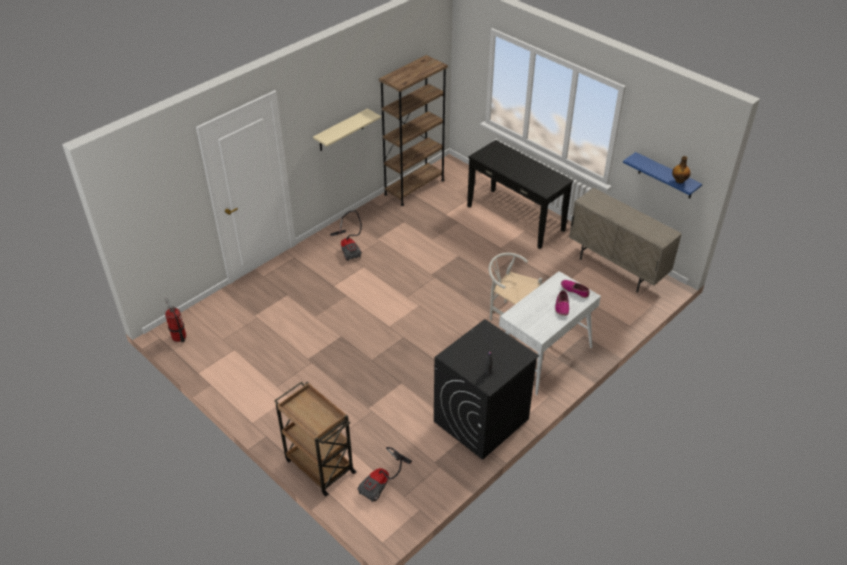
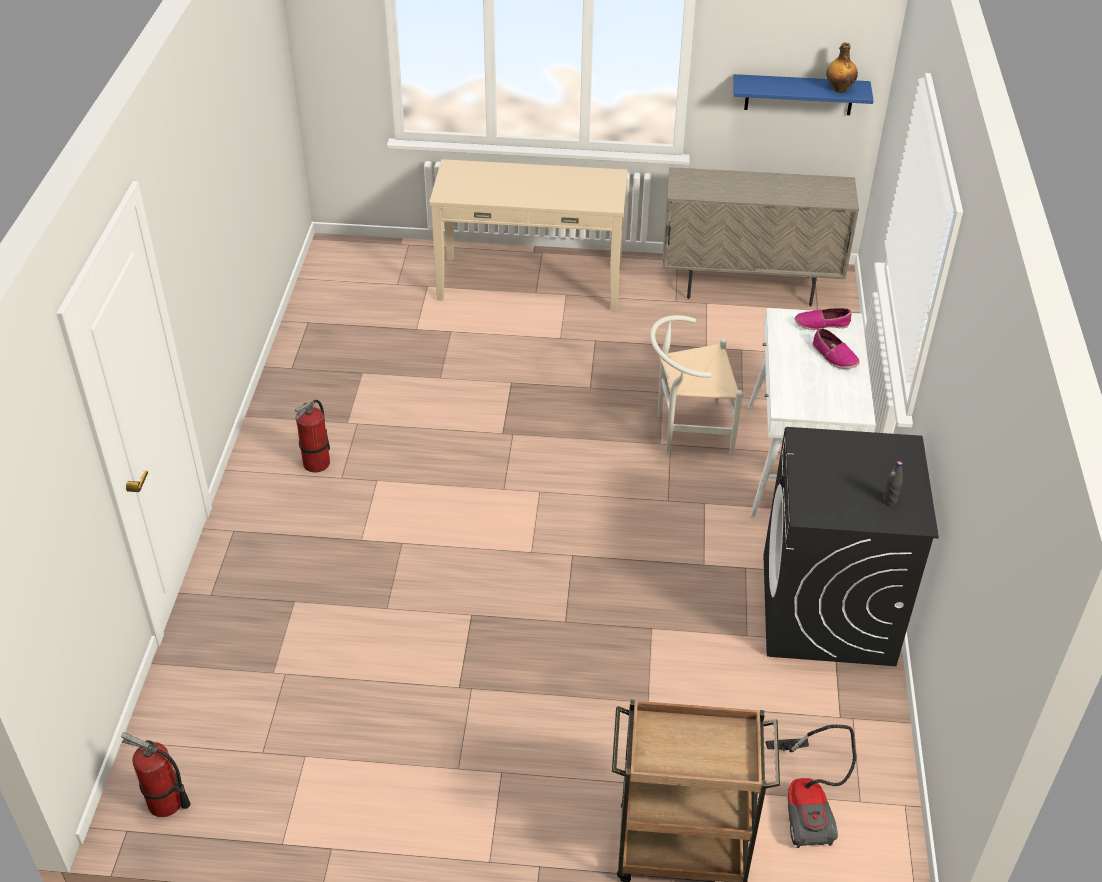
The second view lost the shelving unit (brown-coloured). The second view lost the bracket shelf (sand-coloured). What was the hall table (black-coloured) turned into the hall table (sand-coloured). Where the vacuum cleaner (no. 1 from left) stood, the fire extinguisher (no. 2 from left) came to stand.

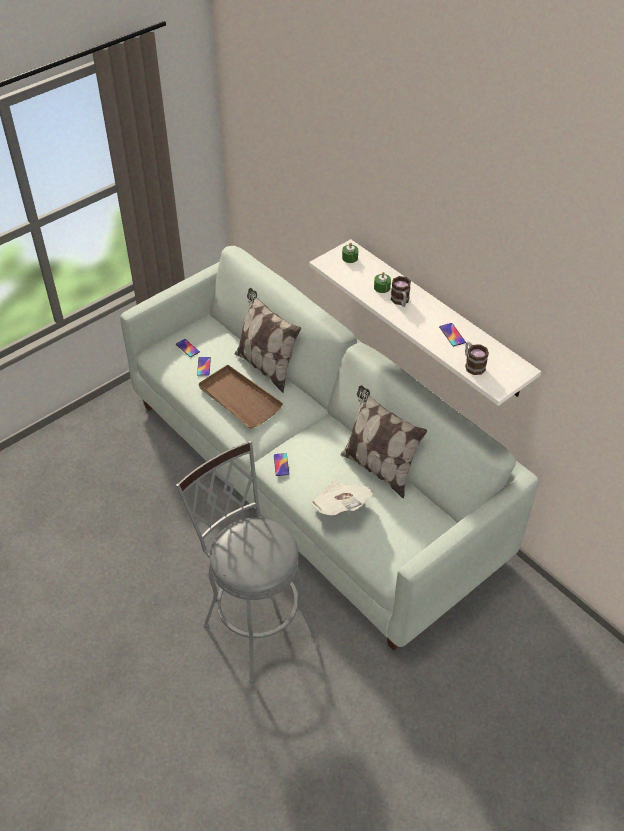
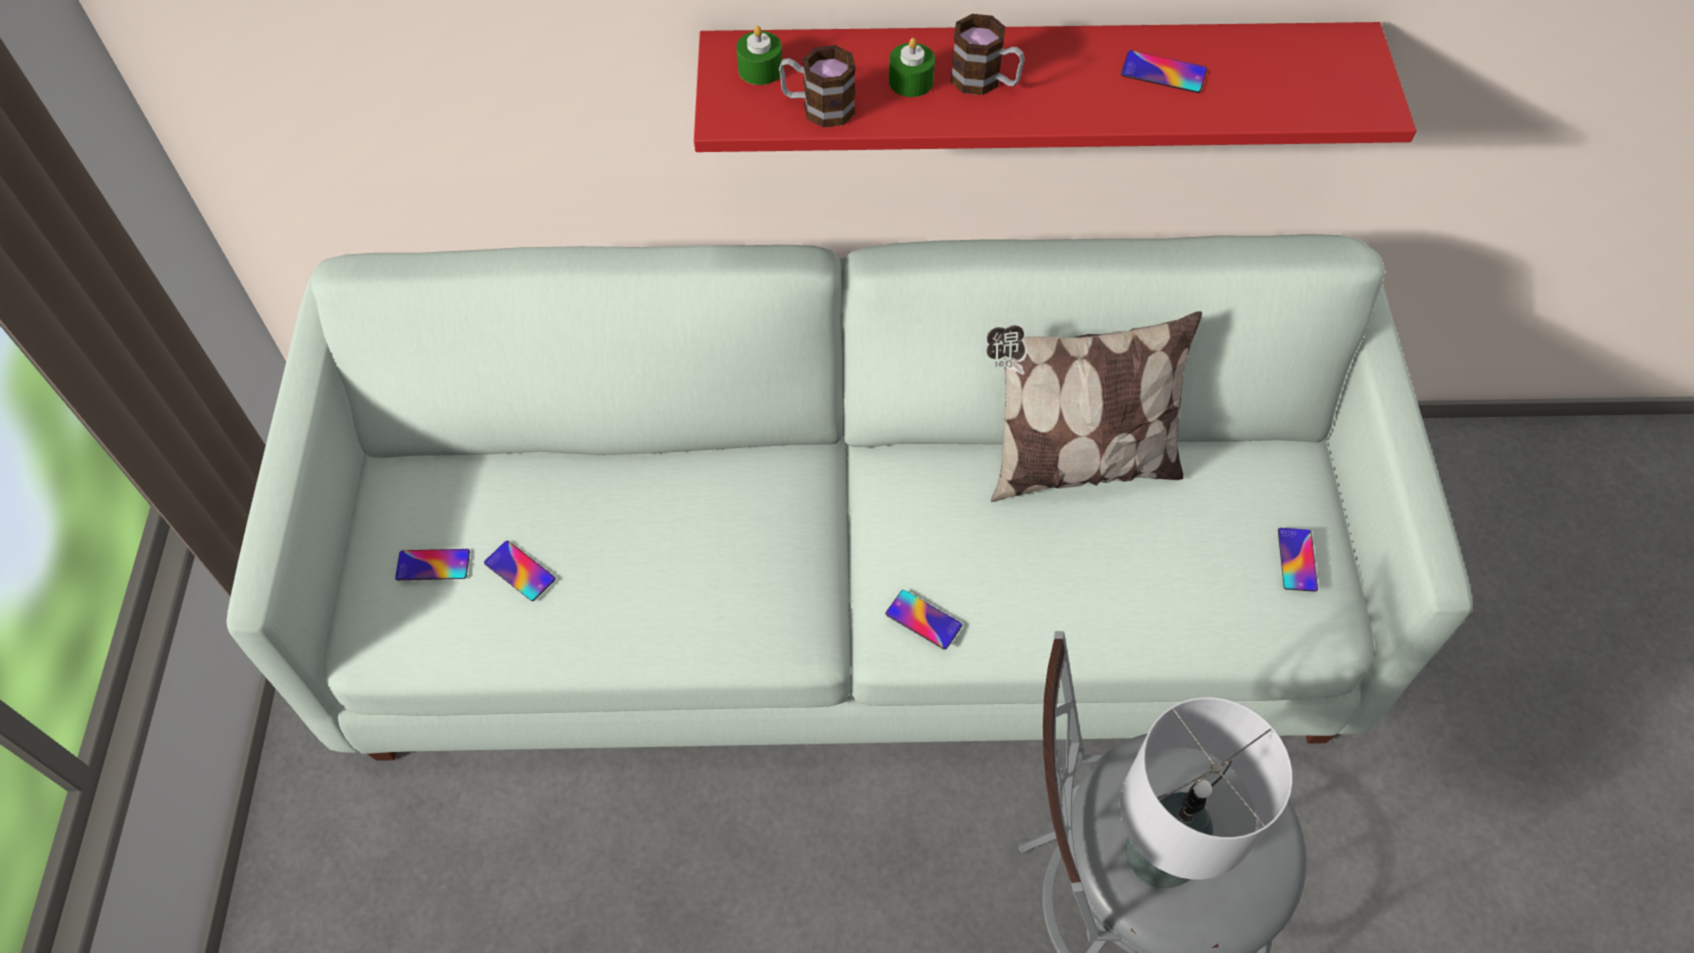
What was the bracket shelf (white) turned into the bracket shelf (reddish). The second view lost the cushion (no. 1 from left). The mug (no. 2 from left in the first image) ended up elsewhere. The second view lost the carrying tray (brown-coloured). The second view lost the newspaper. The second view gained the phone (no. 5 from left). The second view gained the lamp for a table (greyish).

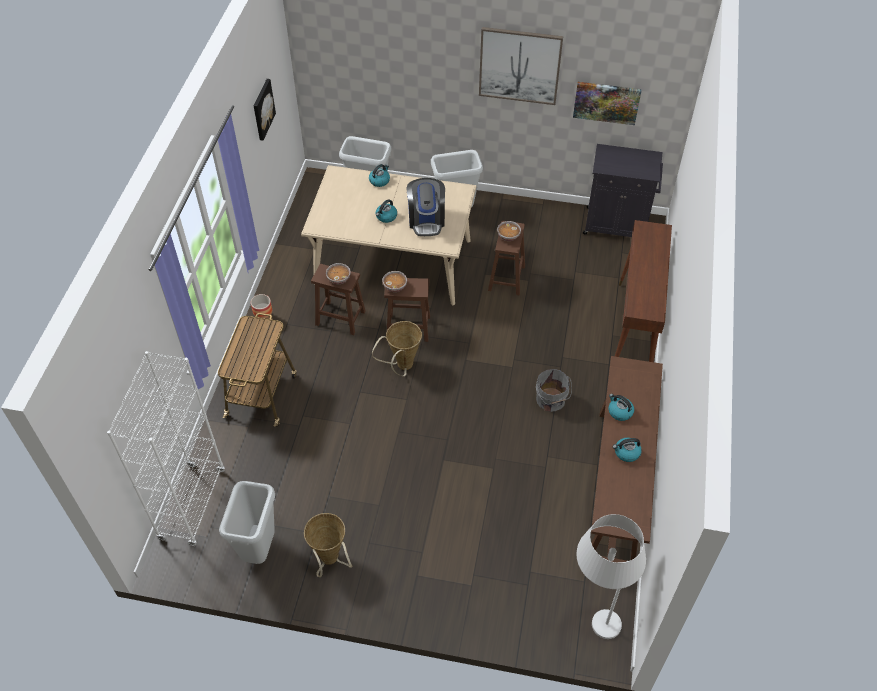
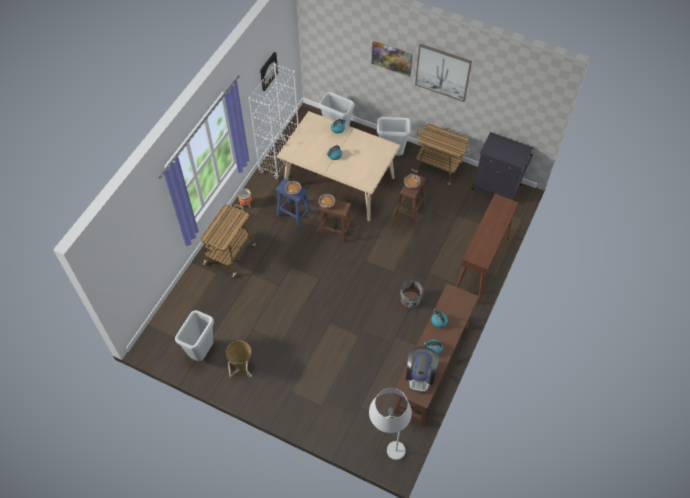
The wall art (no. 3 from left in the first image) ended up elsewhere. The coffee brewer ended up elsewhere. What was the stool (brown-coloured) (no. 1 from left) turned into the stool (blue-coloured). The second view lost the basket (no. 2 from left). The shelving unit (white) ended up elsewhere. The second view gained the trolley (no. 2 from left).

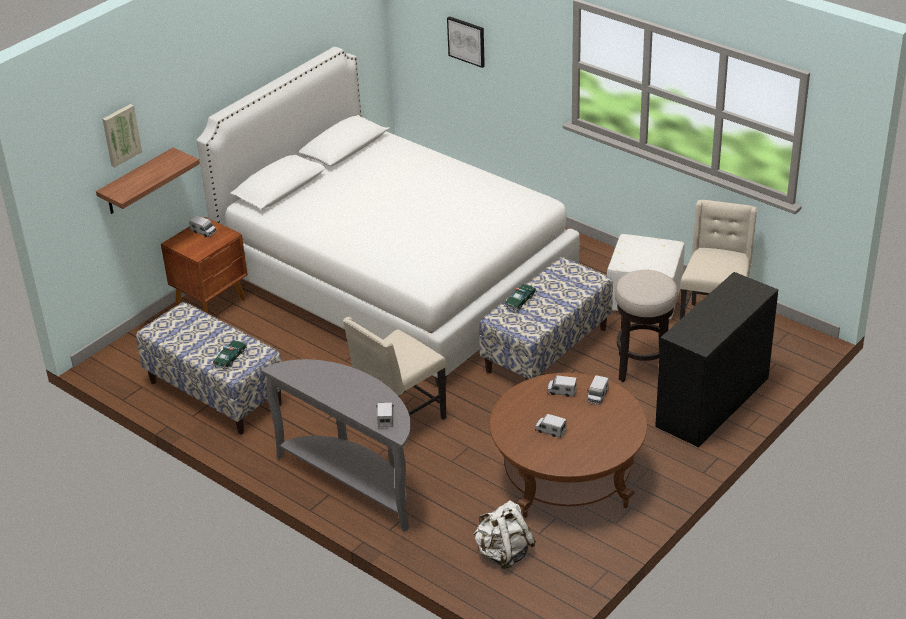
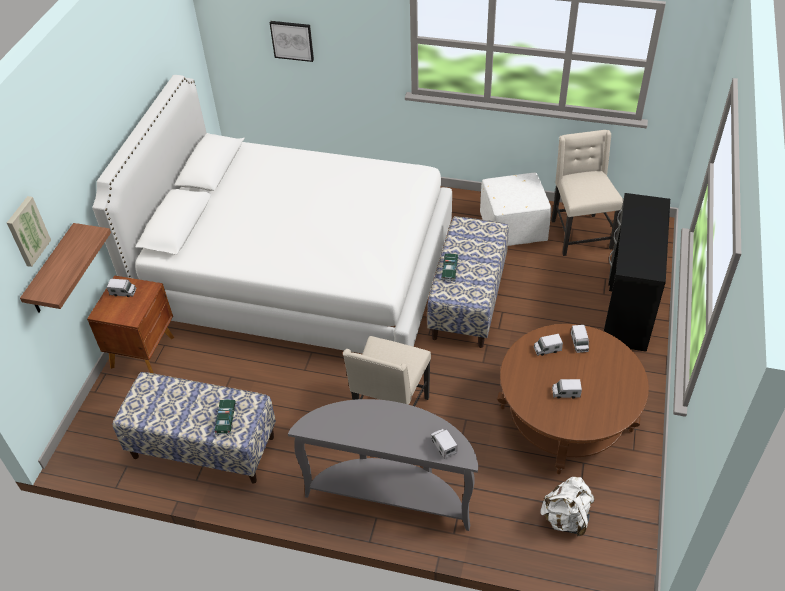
The second view lost the stool.

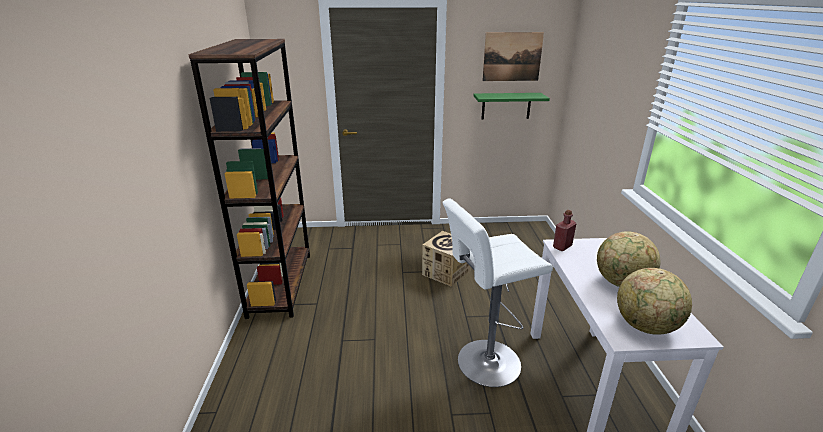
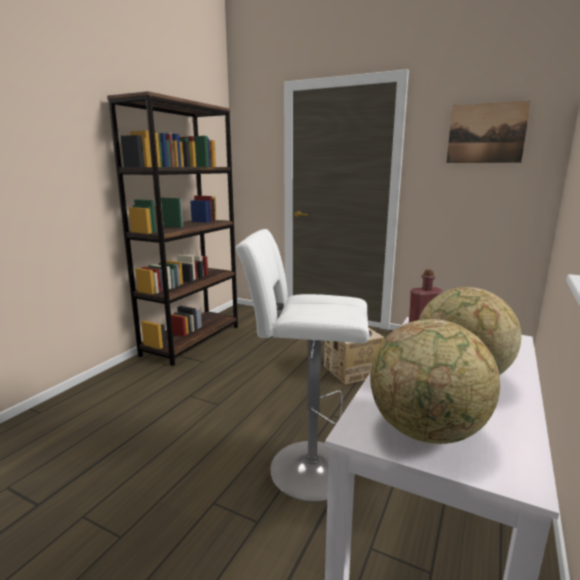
The second view lost the bracket shelf (green).

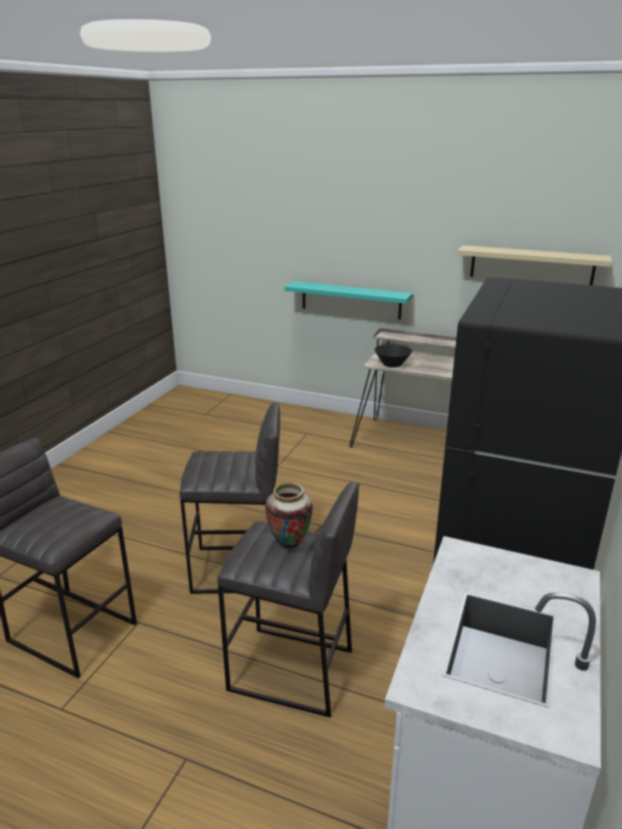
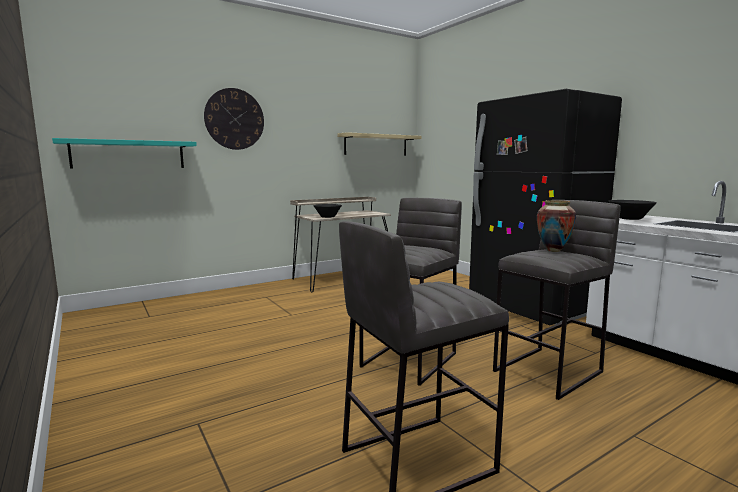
The bracket shelf (turquoise-coloured) ended up elsewhere. The second view gained the hanging clock. The second view gained the bowl (black-coloured) (no. 2 from left).

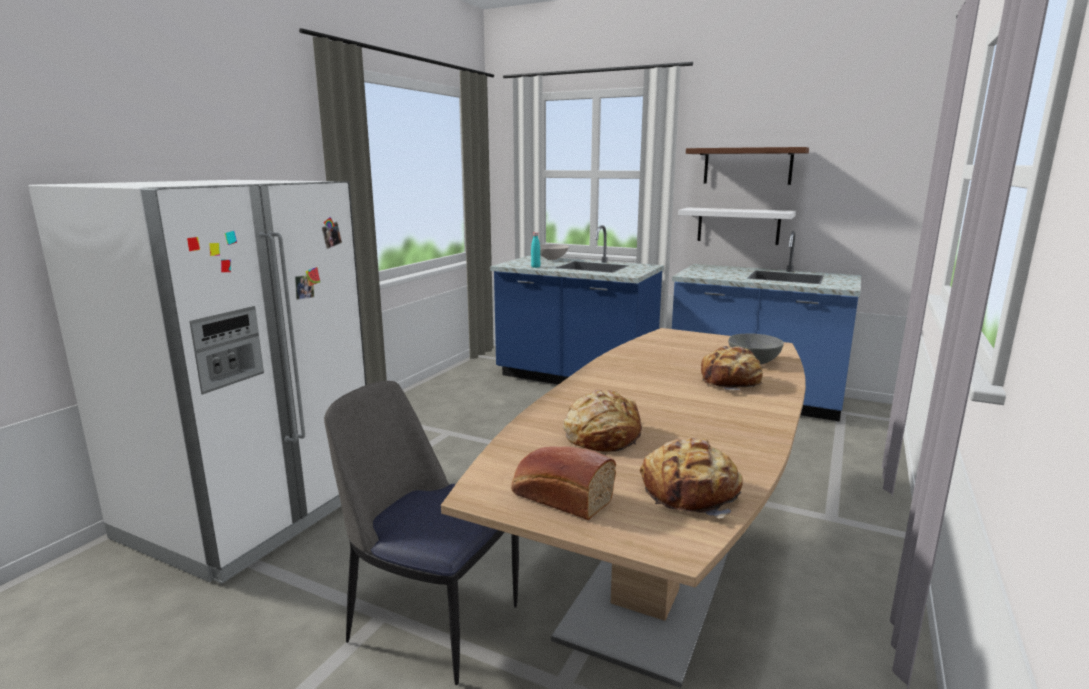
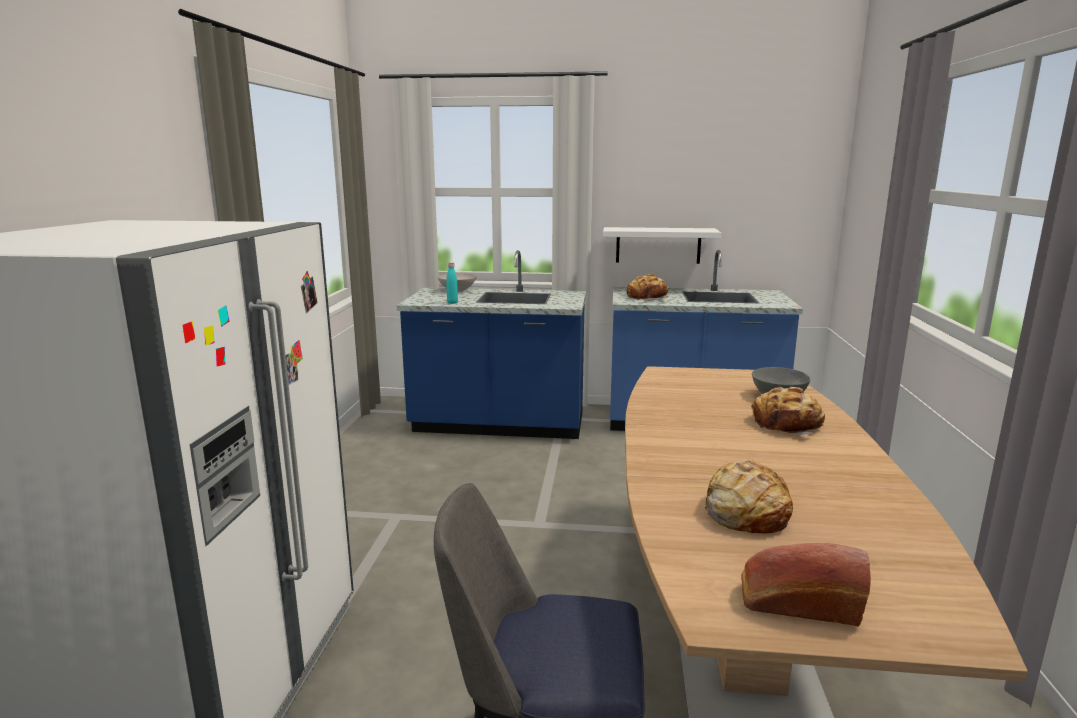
The second view lost the bracket shelf (brown-coloured). The baked bread (no. 3 from left in the first image) ended up elsewhere.

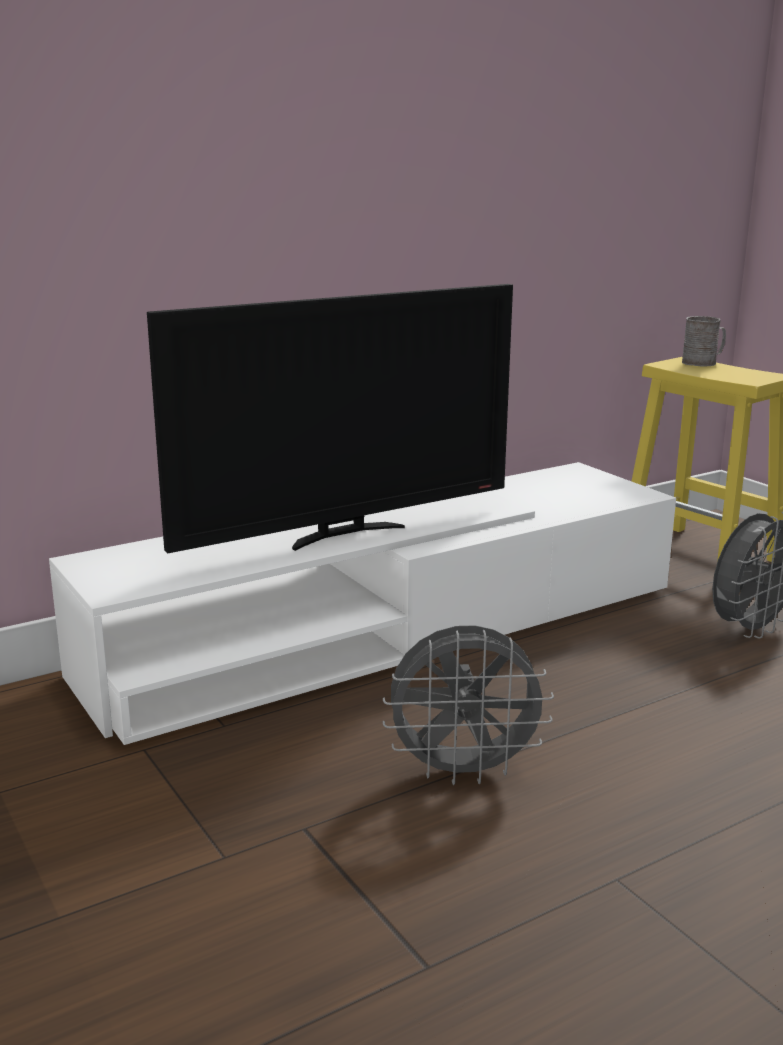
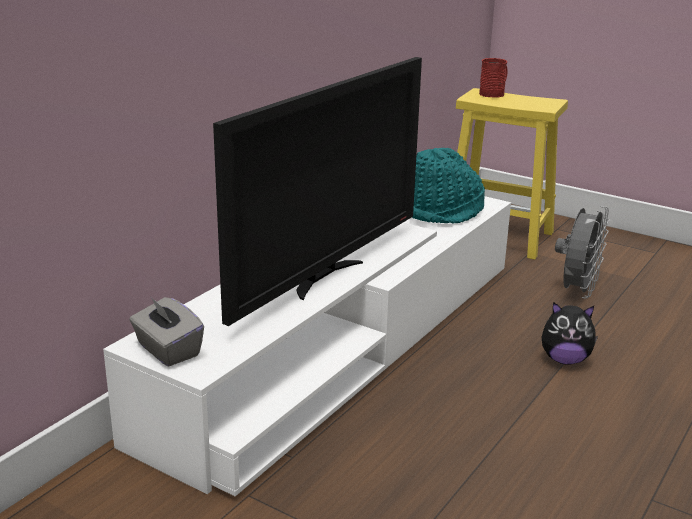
What was the mug (greyish) turned into the mug (reddish). The second view lost the electric fan (greyish) (no. 1 from left). The second view gained the clothing hat (turquoise-coloured). The second view gained the tissue holder (greyish). The second view gained the plush toy.

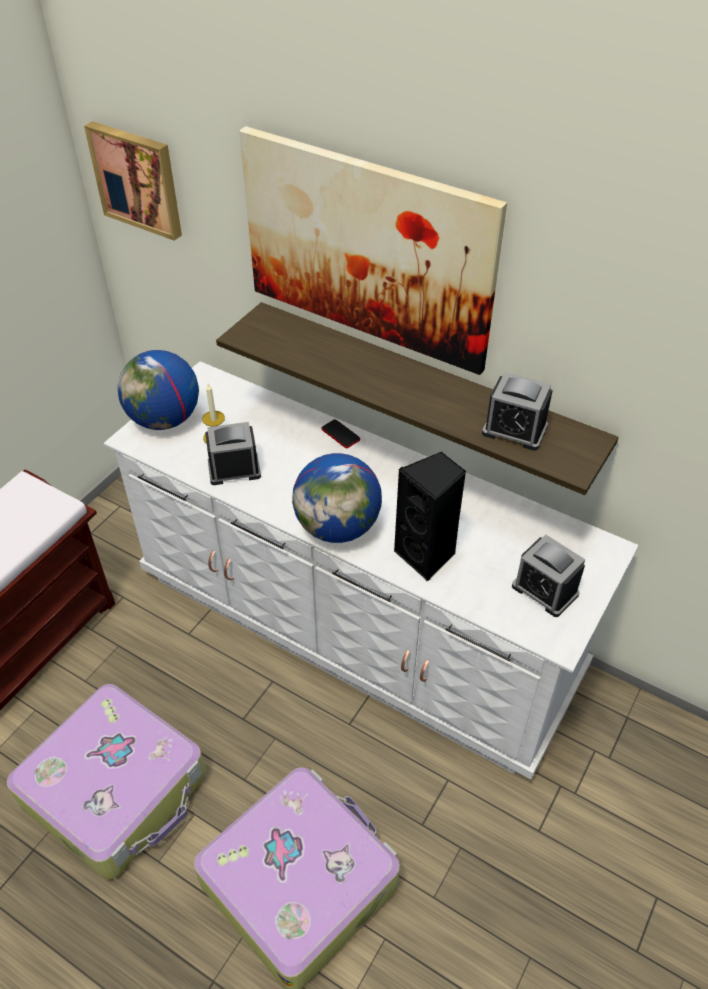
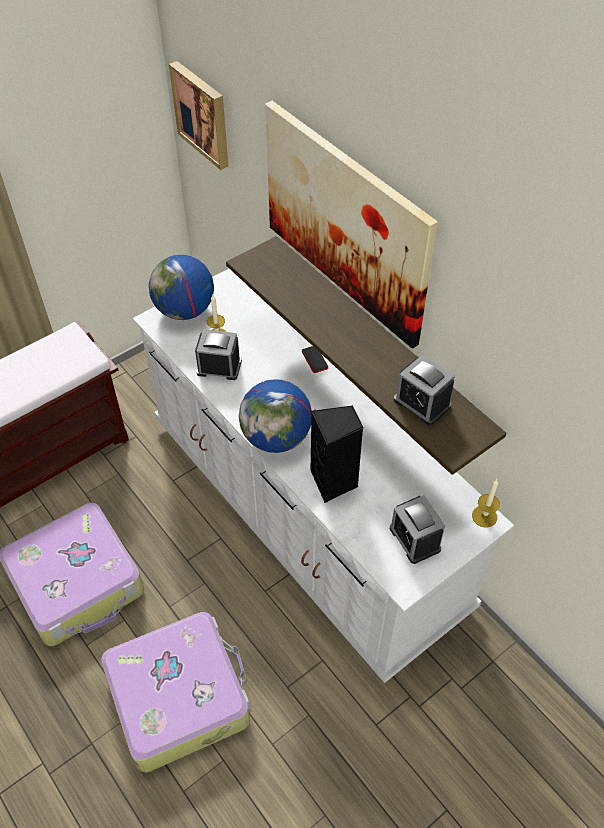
The second view gained the wax light (no. 2 from left).

